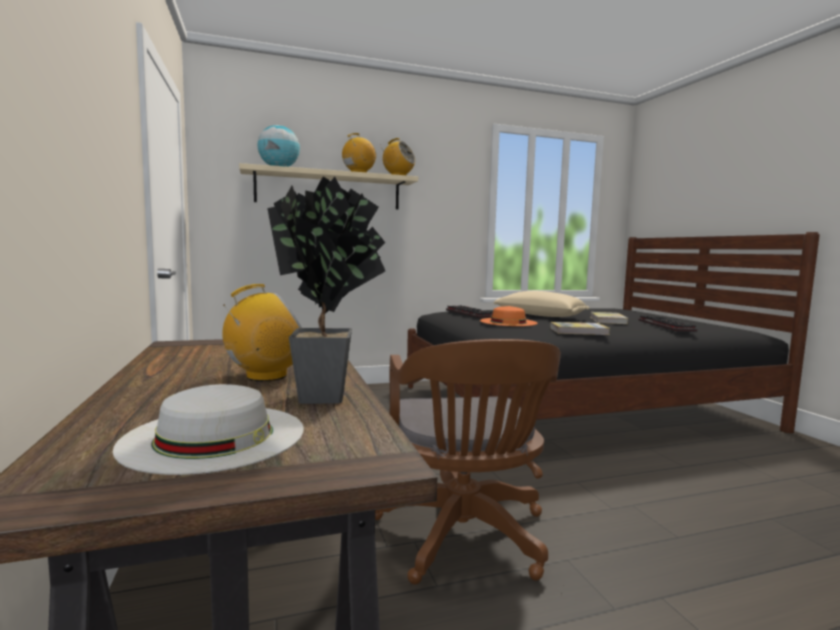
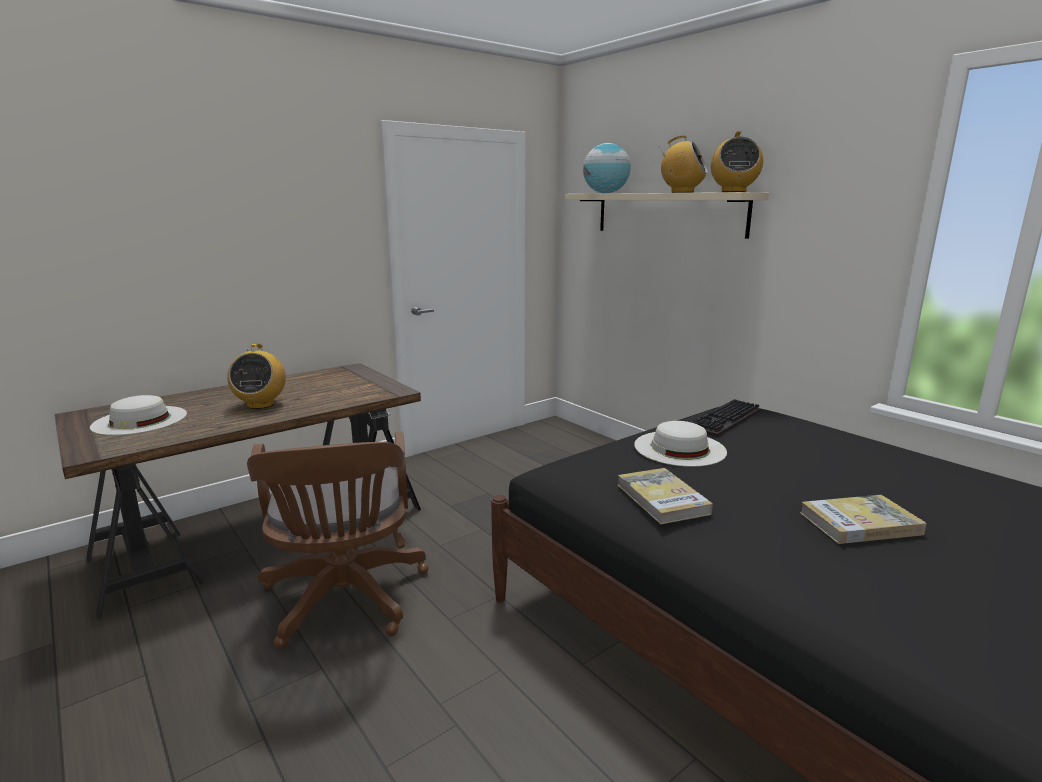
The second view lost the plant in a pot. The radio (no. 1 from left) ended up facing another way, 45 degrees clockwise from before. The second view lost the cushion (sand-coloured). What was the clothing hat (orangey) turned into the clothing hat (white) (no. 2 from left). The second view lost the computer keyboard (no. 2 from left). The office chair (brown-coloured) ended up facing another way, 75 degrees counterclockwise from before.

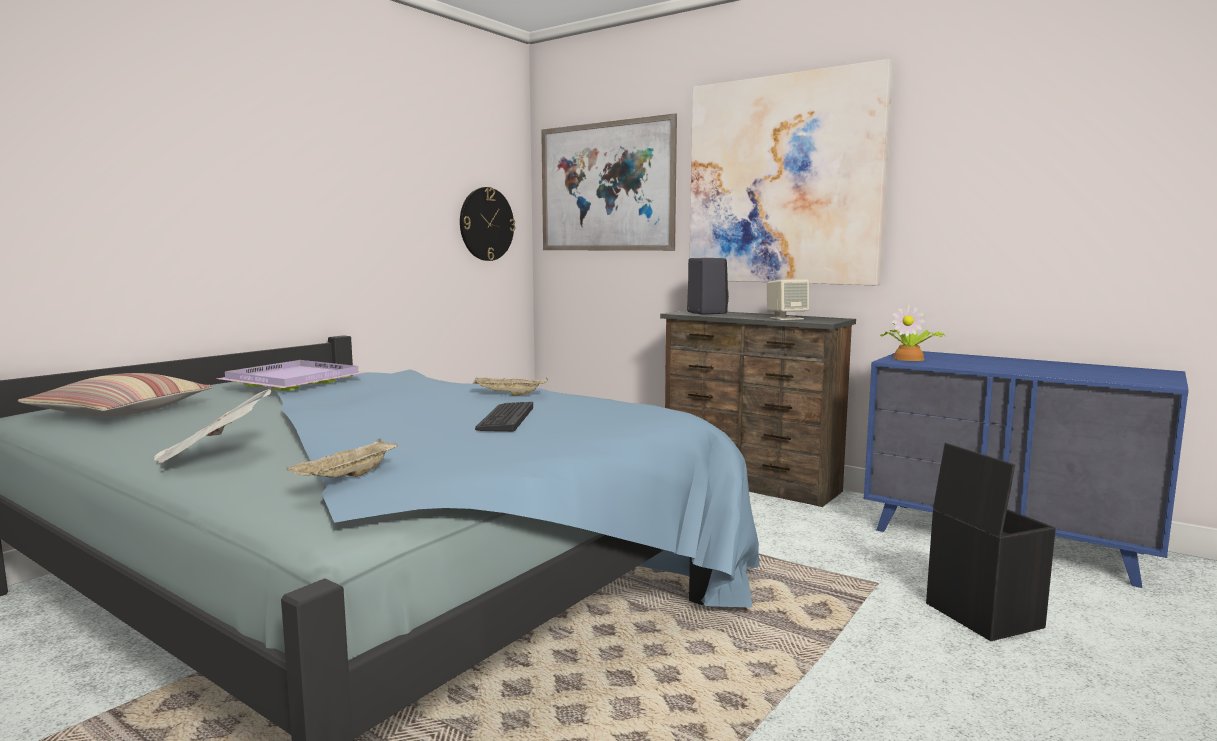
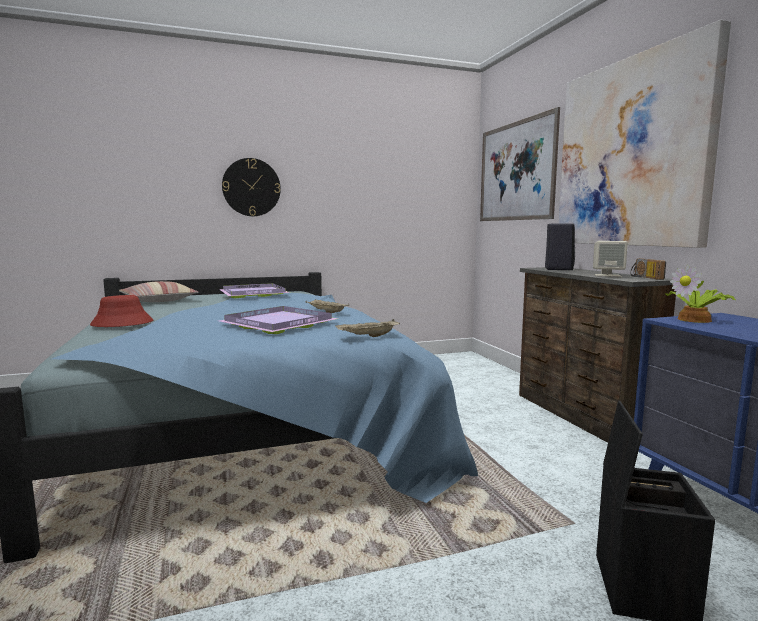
The hanging clock ended up elsewhere. Where the newspaper stood, the clothing hat (reddish) came to stand. Where the computer keyboard stood, the carrying tray (purple-coloured) (no. 2 from left) came to stand. The carrying tray (sand-coloured) (no. 1 from left in the first image) ended up elsewhere. The second view gained the radio.

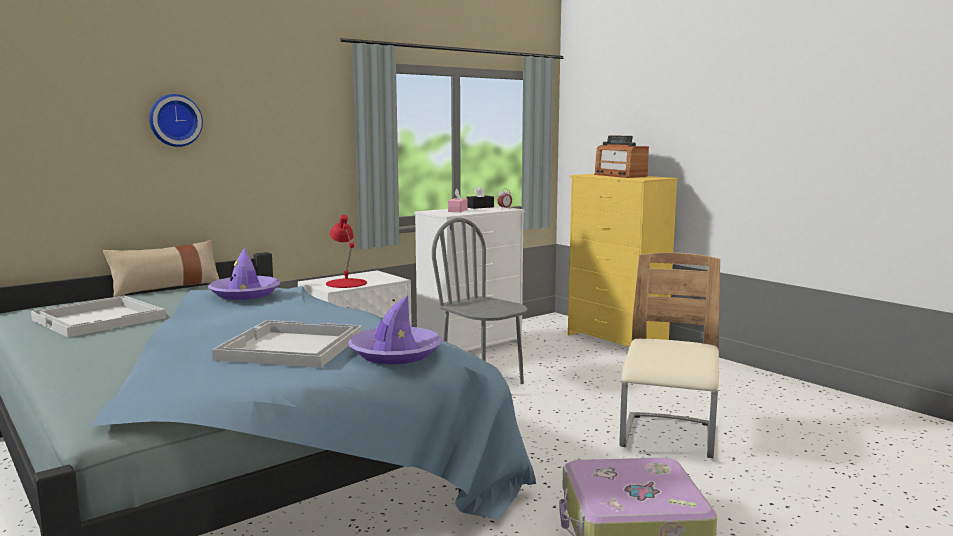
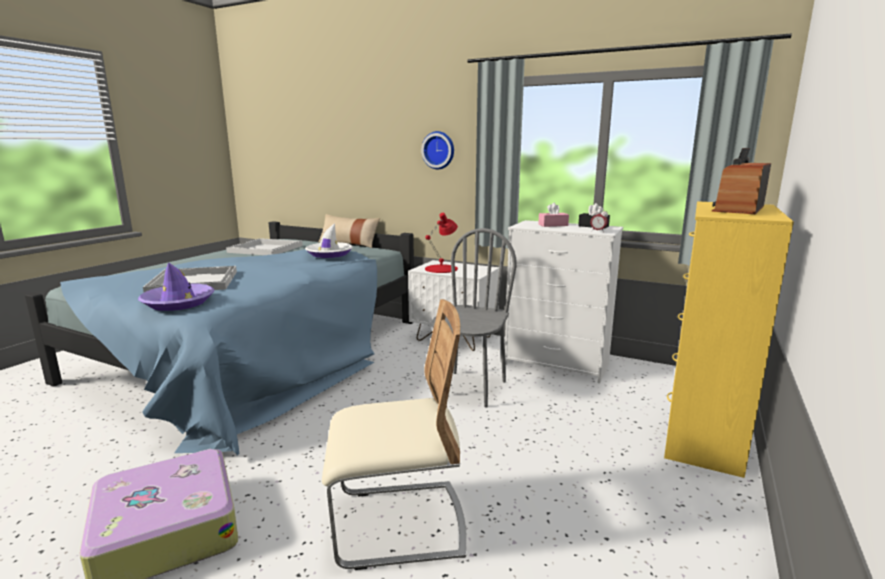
The hanging clock ended up elsewhere. What was the clothing hat (purple-coloured) (no. 1 from left) turned into the clothing hat (white).

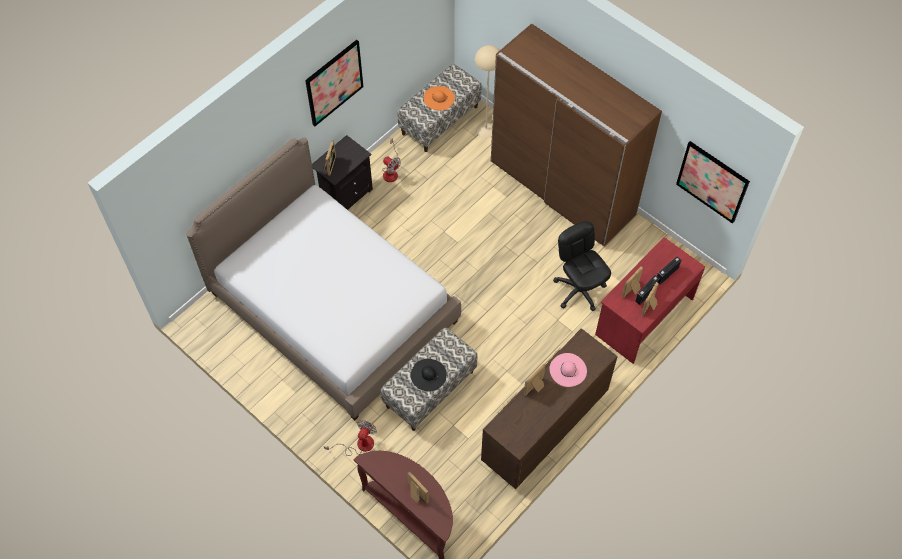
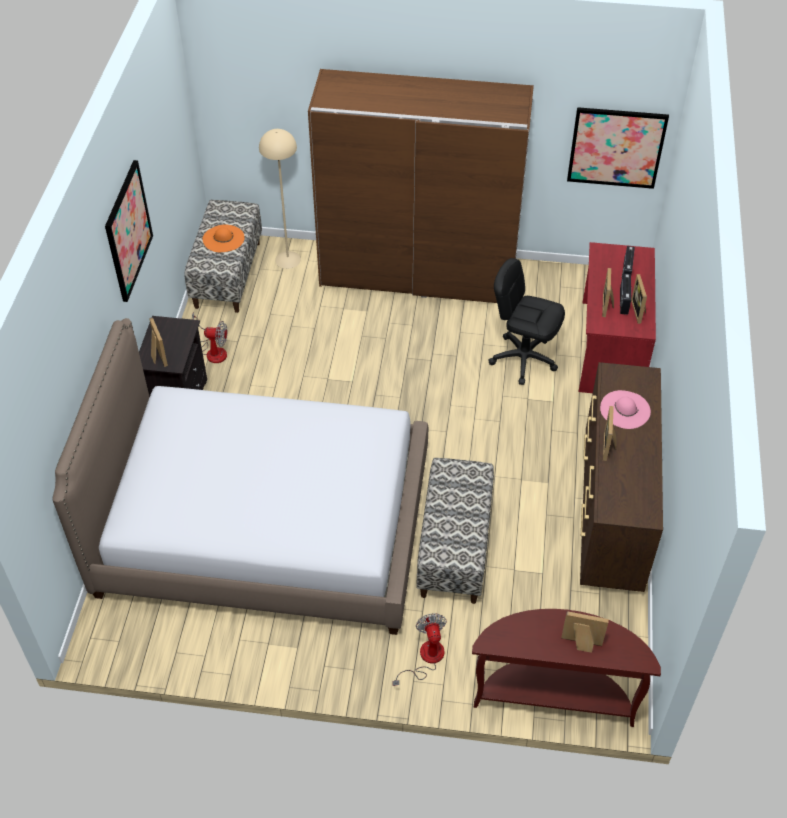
The second view lost the clothing hat (black-coloured).

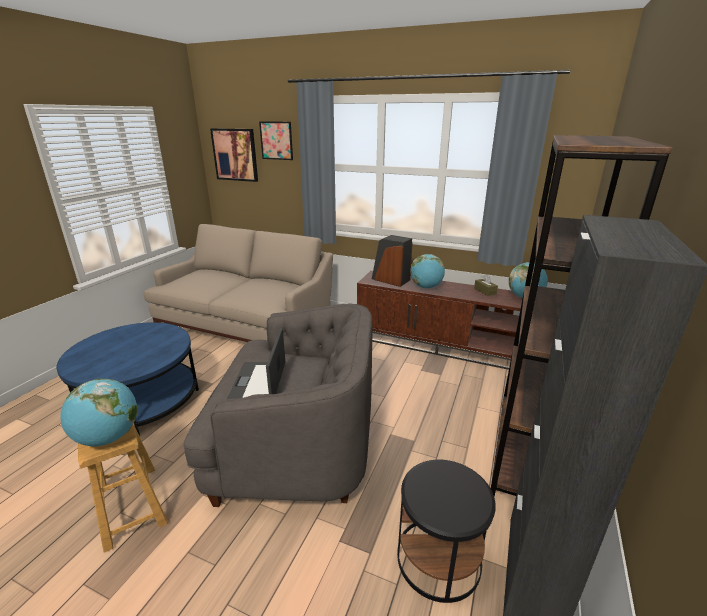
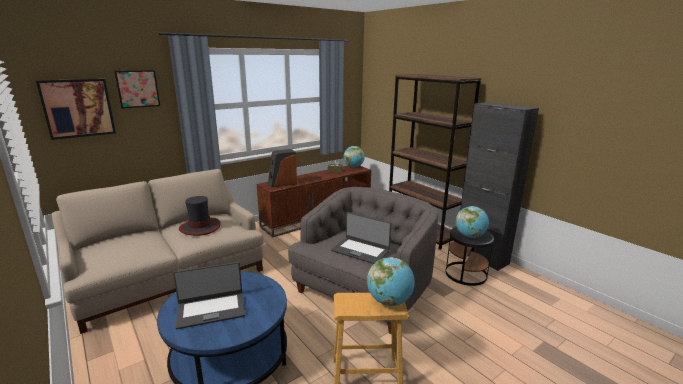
The globe (no. 2 from left in the first image) ended up elsewhere. The second view gained the clothing hat. The second view gained the portable computer (no. 1 from left).

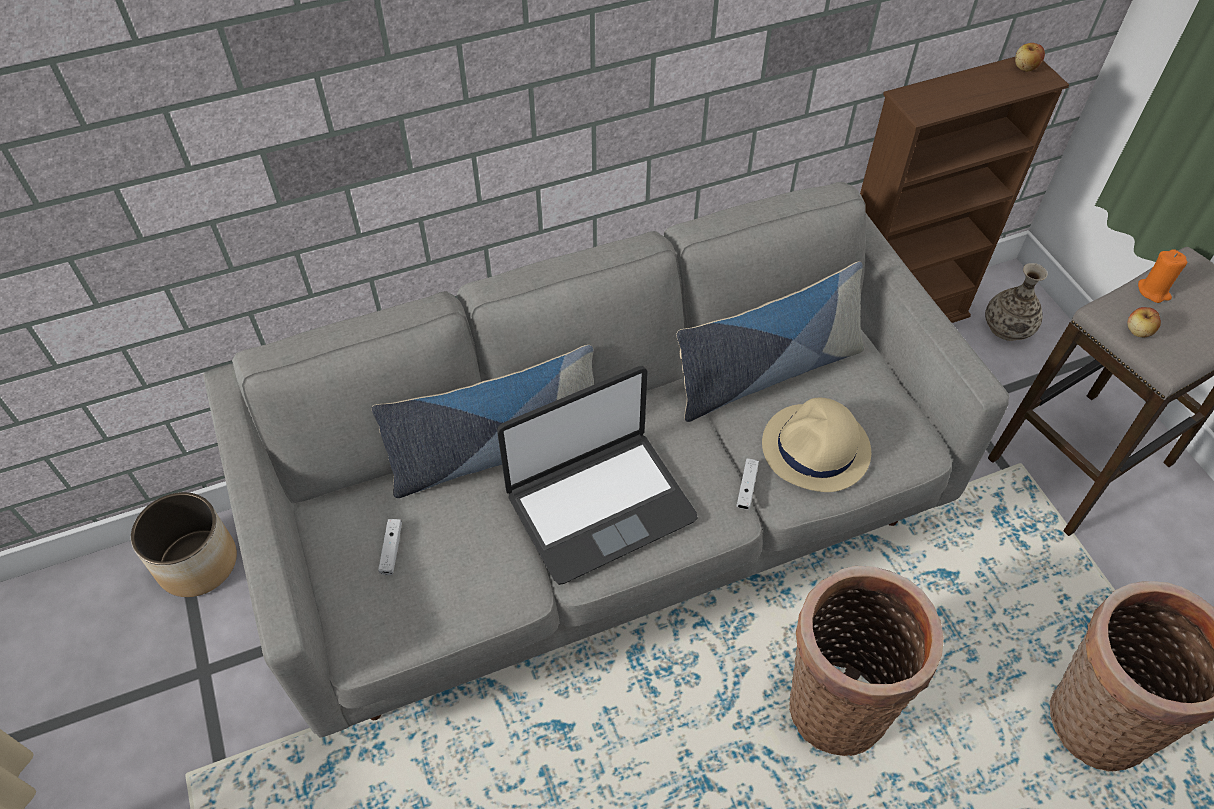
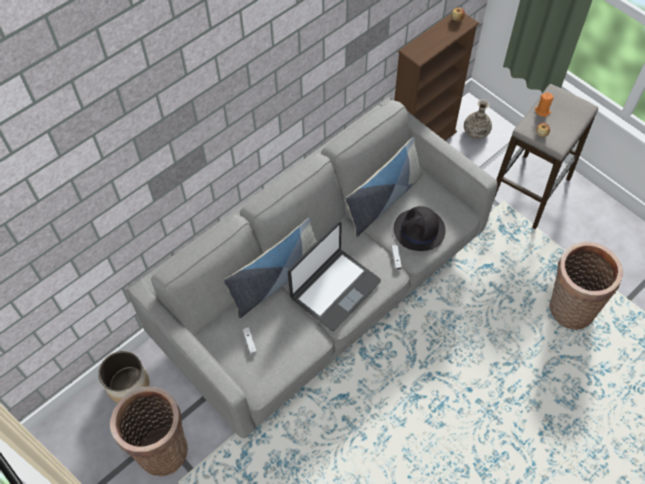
What was the clothing hat (sand-coloured) turned into the clothing hat (black-coloured). The basket (no. 1 from left) ended up elsewhere.

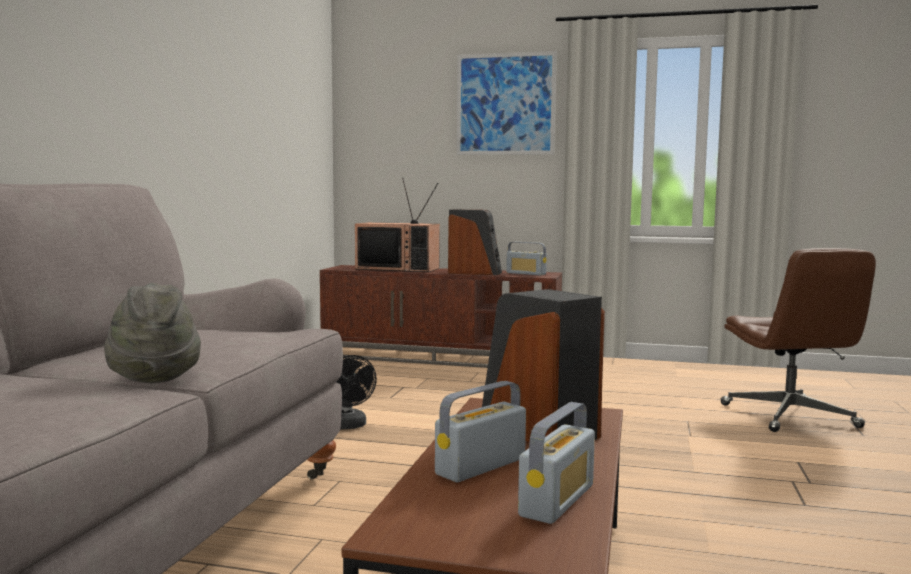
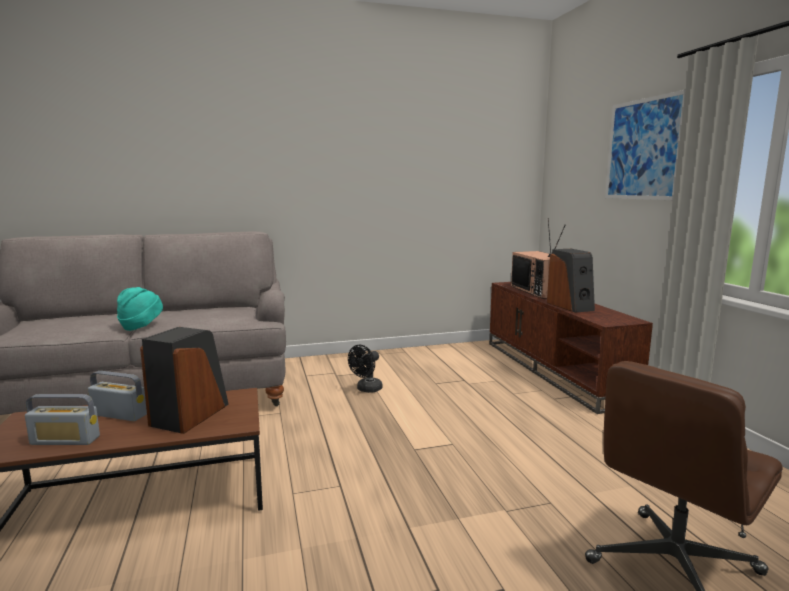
The second view lost the radio (no. 2 from left). What was the clothing hat (greyish) turned into the clothing hat (turquoise-coloured).

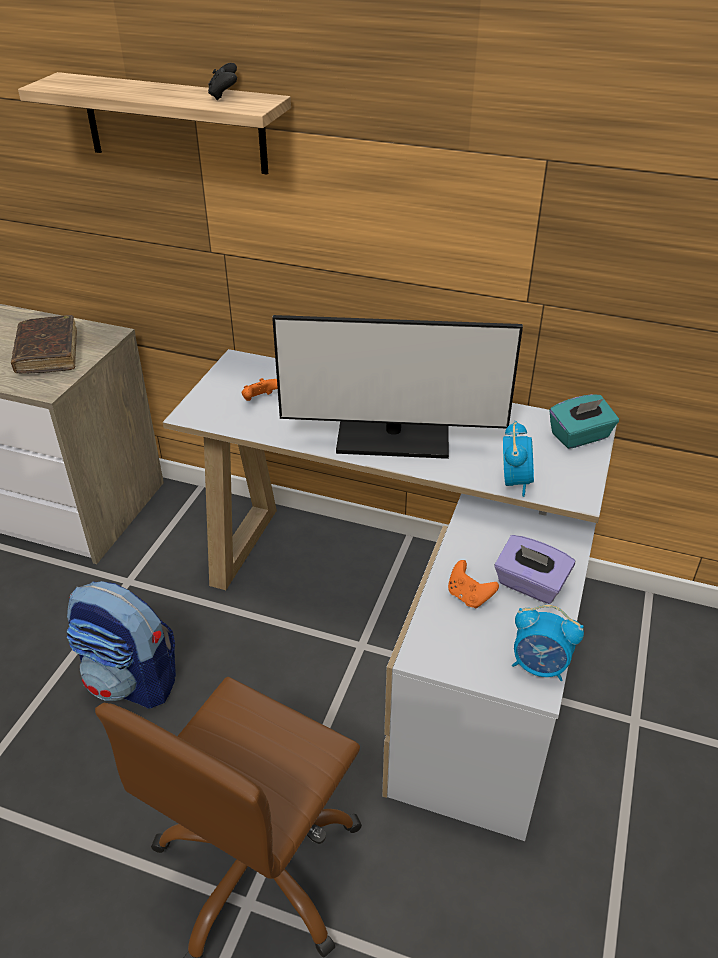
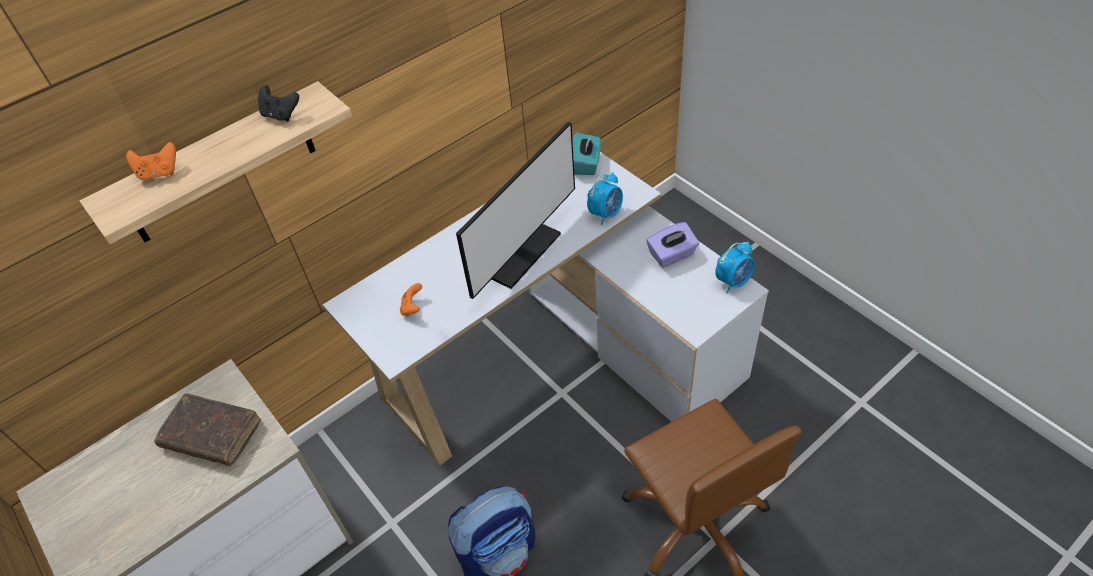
The bedside clock (no. 1 from left) ended up facing another way, 90 degrees clockwise from before. The joypad (orangey) (no. 2 from left in the first image) ended up elsewhere.

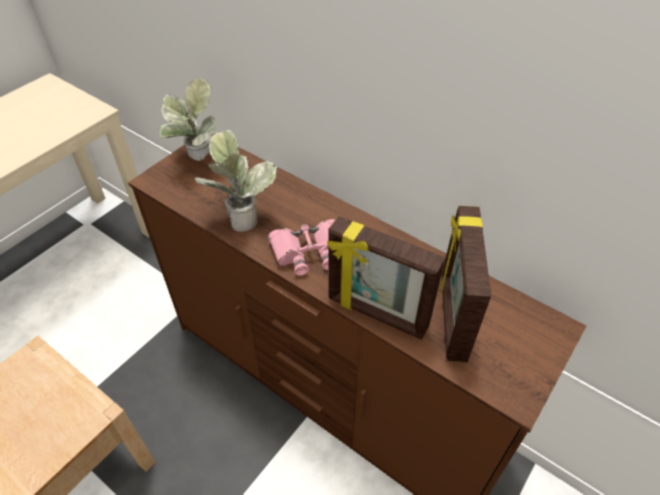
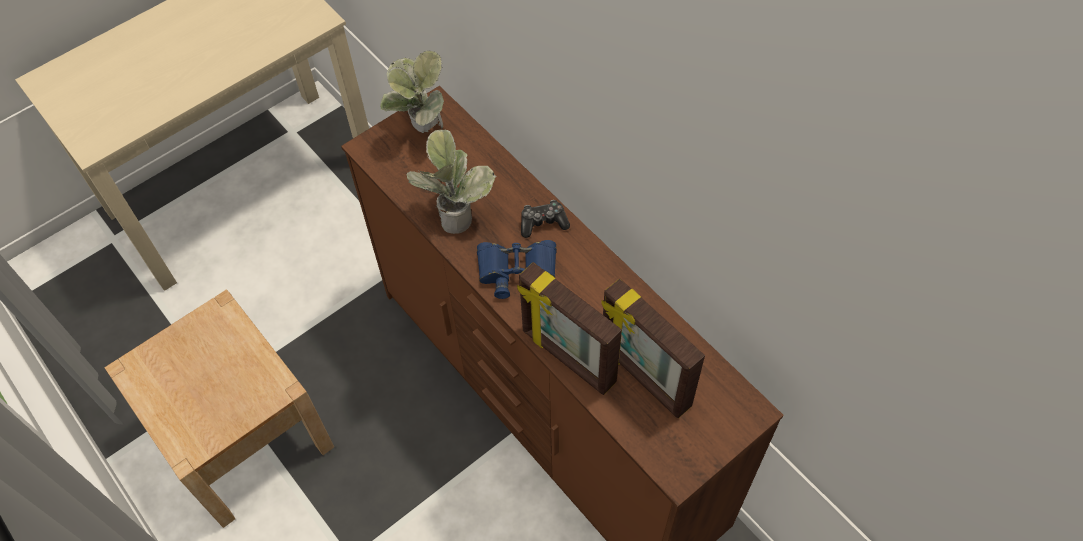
The photo frame (no. 2 from left) ended up facing another way, 60 degrees counterclockwise from before. What was the pair of binoculars (pinkish) turned into the pair of binoculars (blue-coloured). The second view gained the joypad.

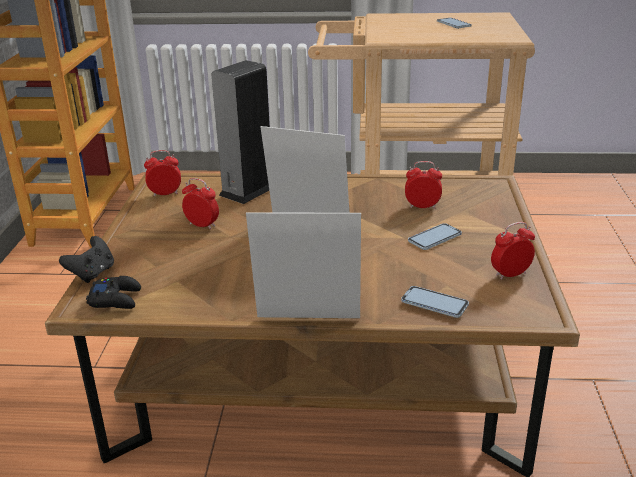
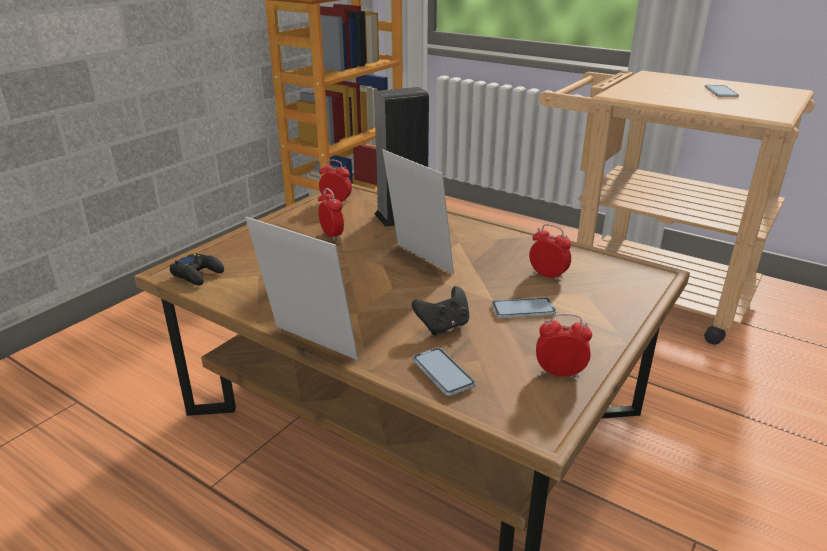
The joypad (black-coloured) (no. 1 from left in the first image) ended up elsewhere.

